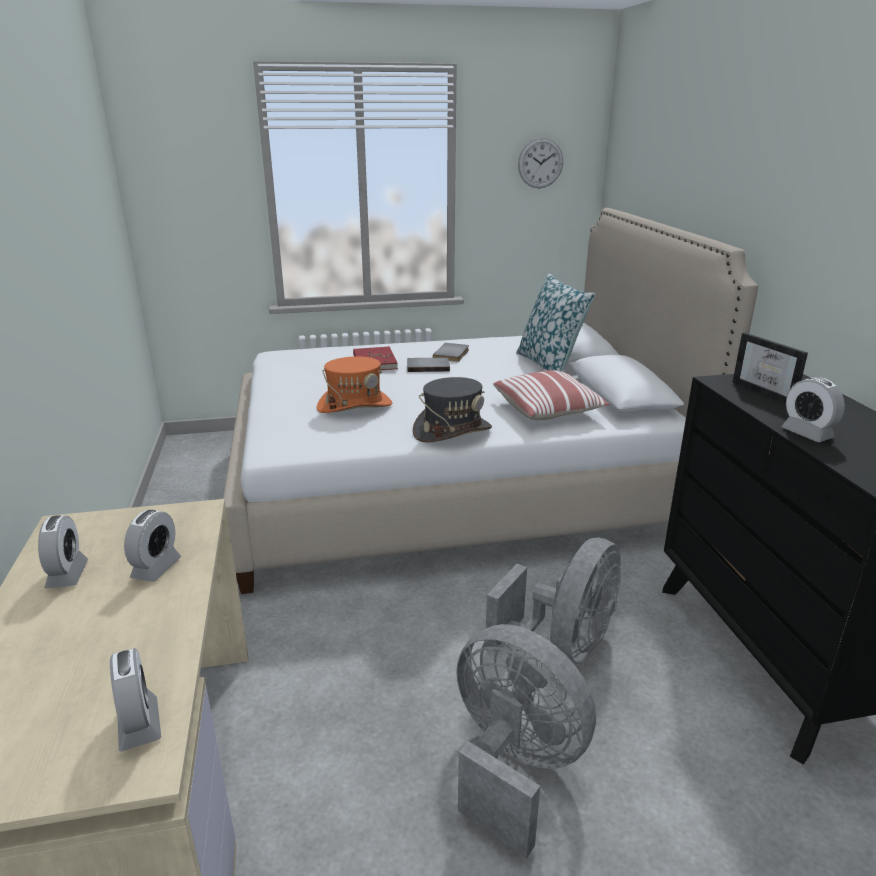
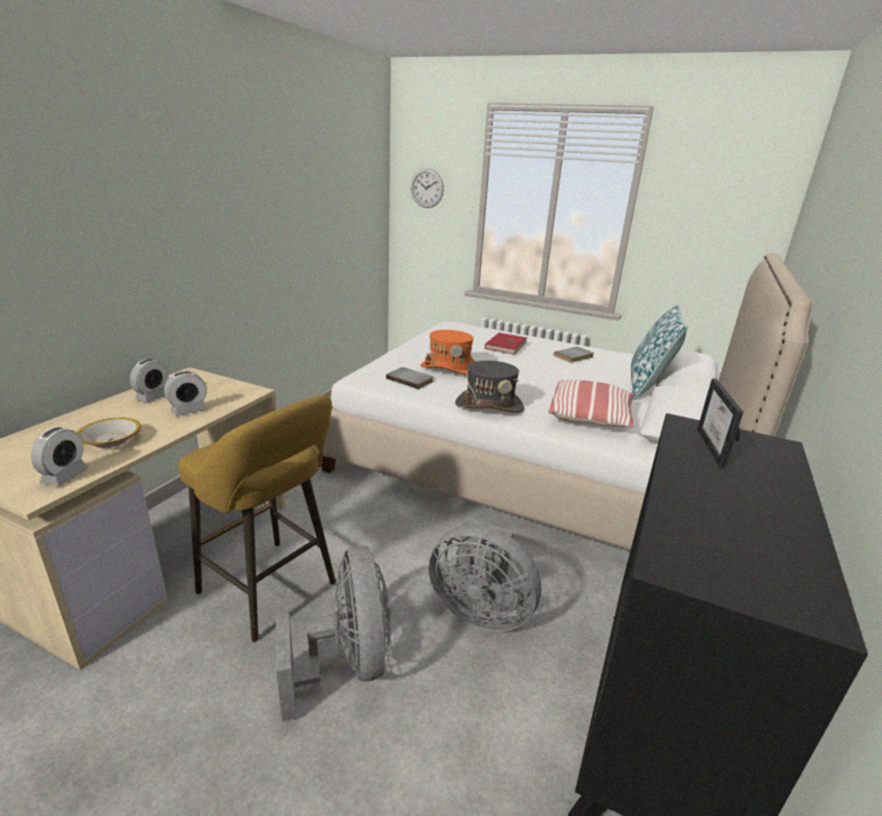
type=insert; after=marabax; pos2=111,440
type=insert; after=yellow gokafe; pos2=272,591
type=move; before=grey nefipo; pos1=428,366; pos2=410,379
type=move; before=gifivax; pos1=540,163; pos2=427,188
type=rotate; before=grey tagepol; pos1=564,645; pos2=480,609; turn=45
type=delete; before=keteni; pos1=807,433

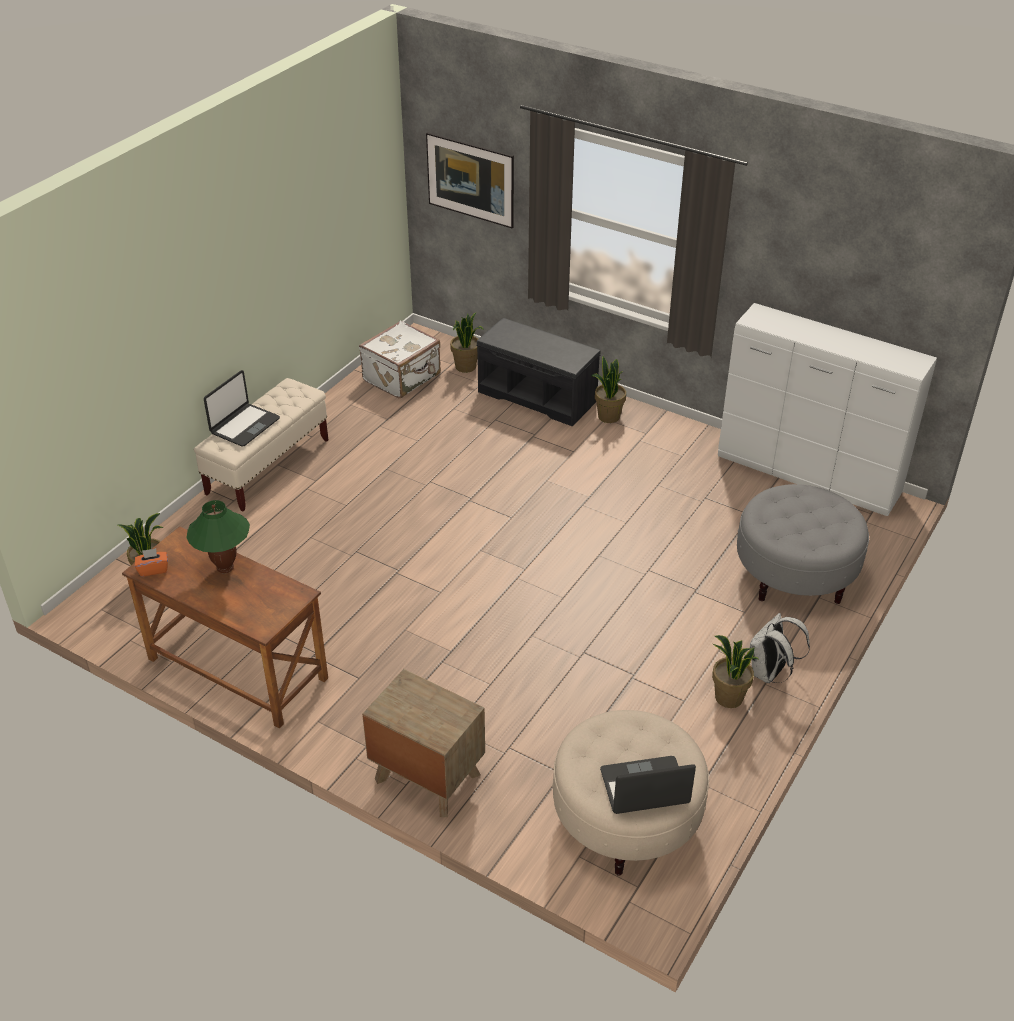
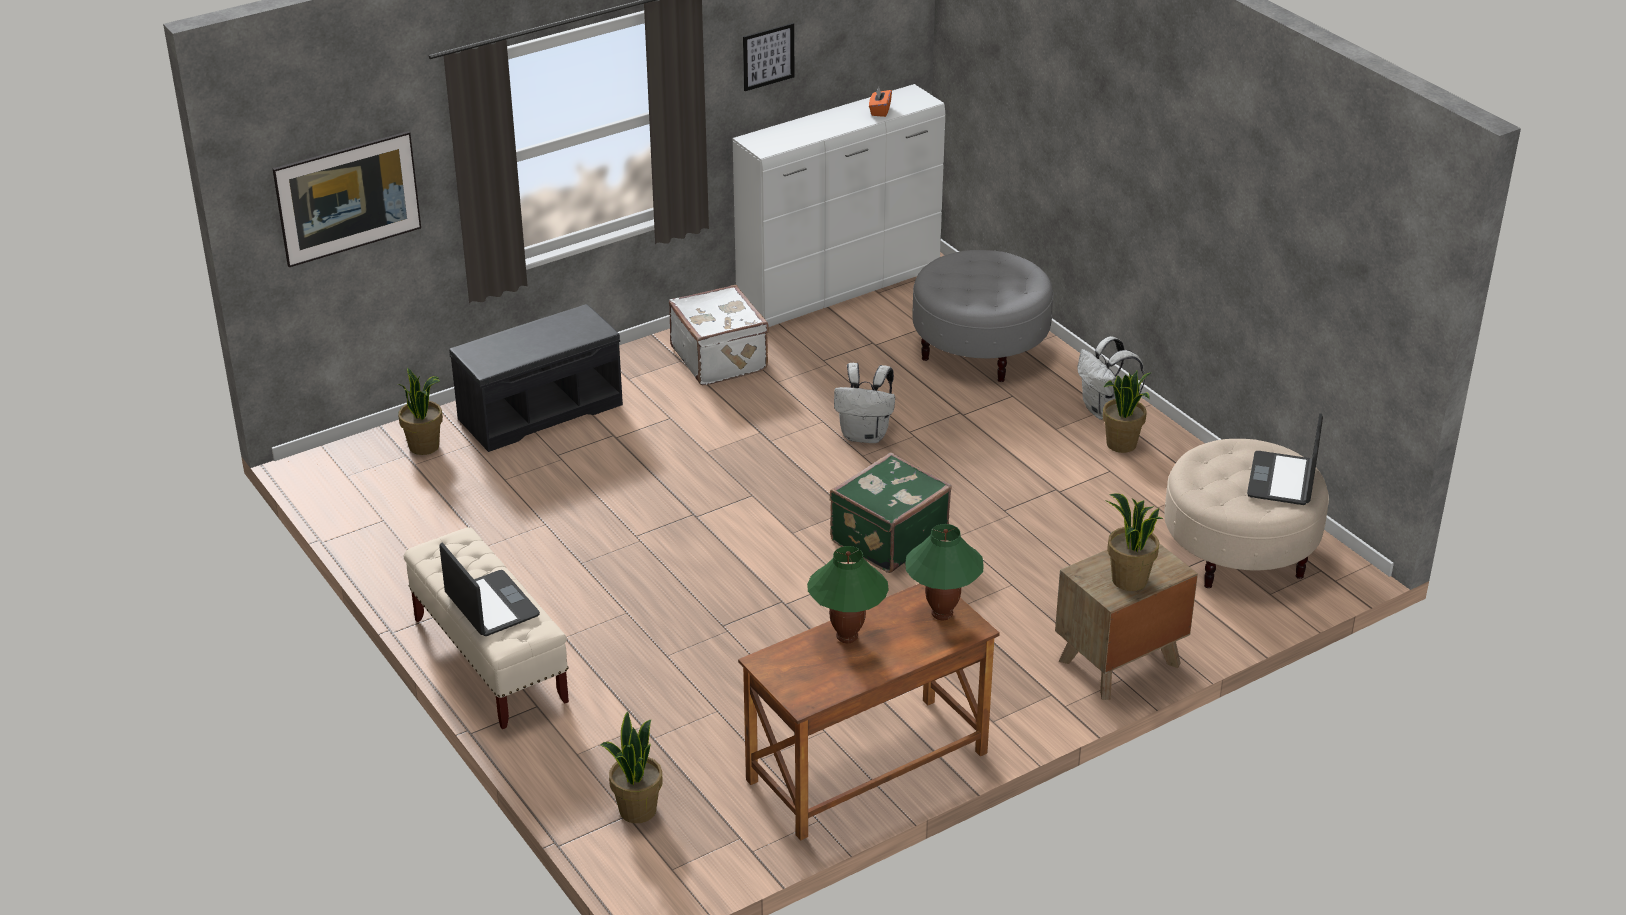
type=move; before=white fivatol; pos1=403,378; pos2=720,358
type=insert; after=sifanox; pos2=768,56
type=insert; after=green fivatol; pos2=887,538
type=insert; after=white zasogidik; pos2=865,435
type=move; before=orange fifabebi; pos1=153,569; pos2=880,111
type=insert; after=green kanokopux; pos2=941,614
type=move; before=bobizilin; pos1=608,416; pos2=1129,580

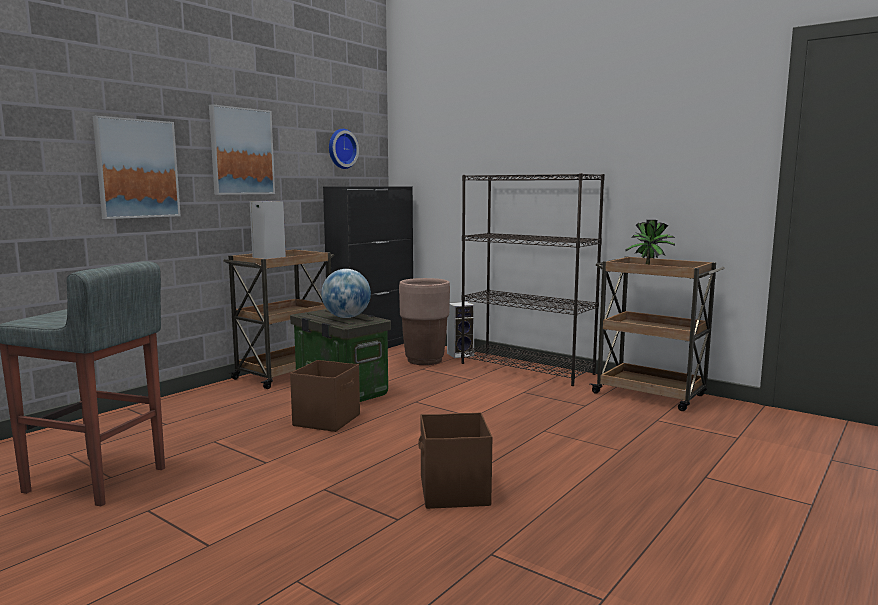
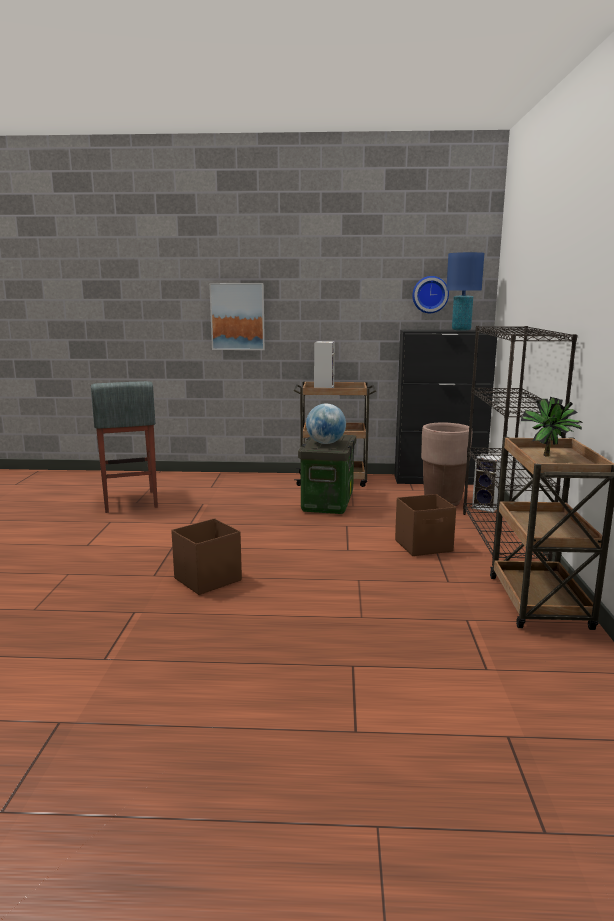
type=move; before=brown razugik; pos1=327,420; pos2=424,546
type=insert; after=blue kanokopux; pos2=461,330
type=delete; before=sifanox; pos1=241,151

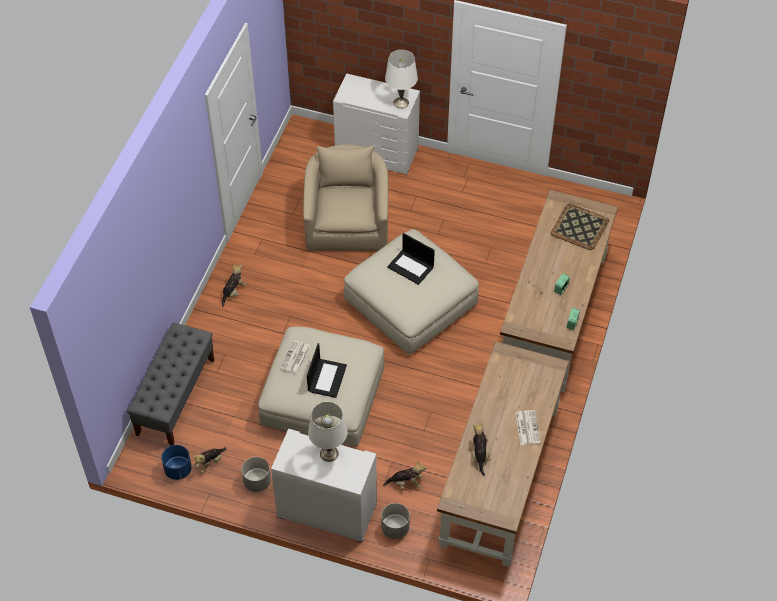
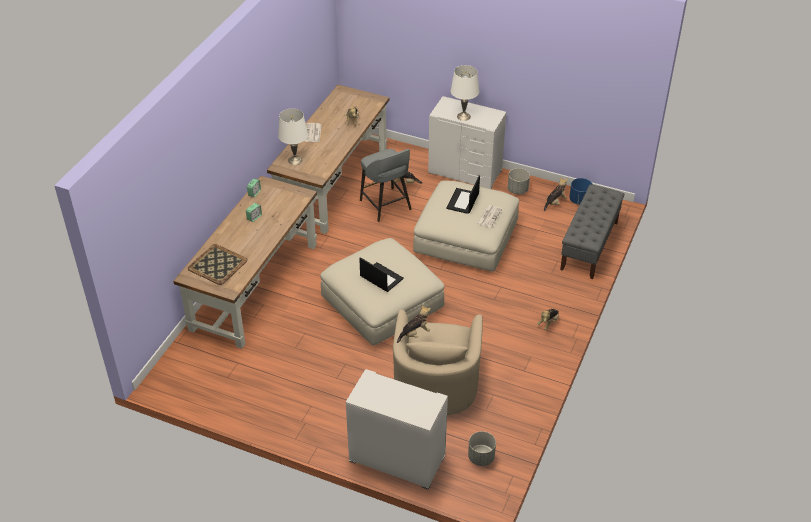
type=move; before=white kanokopux; pos1=401,103; pos2=295,160
type=insert; after=grey gokafe; pos2=386,206
type=insert; after=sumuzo; pos2=415,334
type=move; before=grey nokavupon; pos1=395,528; pos2=481,457

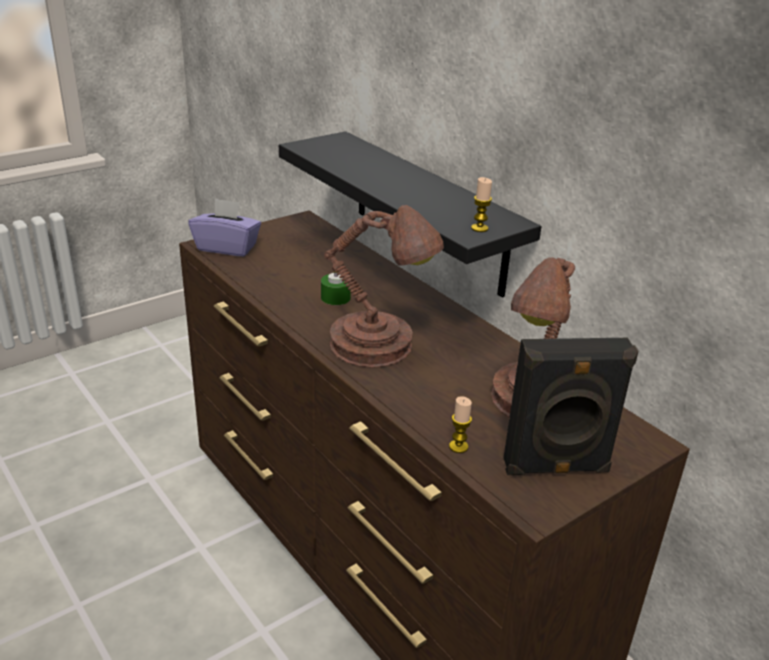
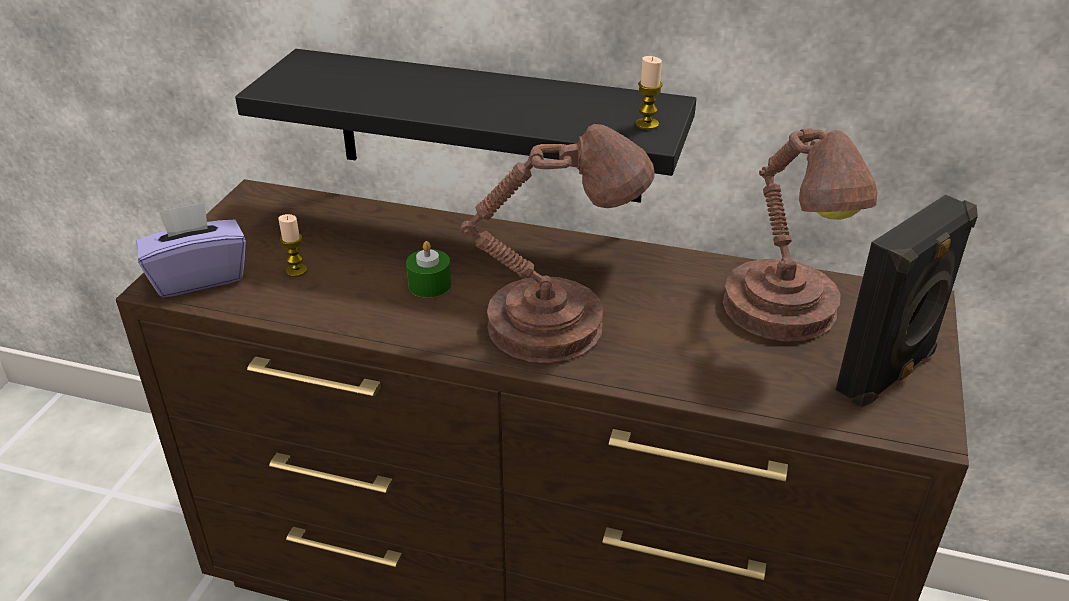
type=move; before=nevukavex; pos1=458,447; pos2=296,271

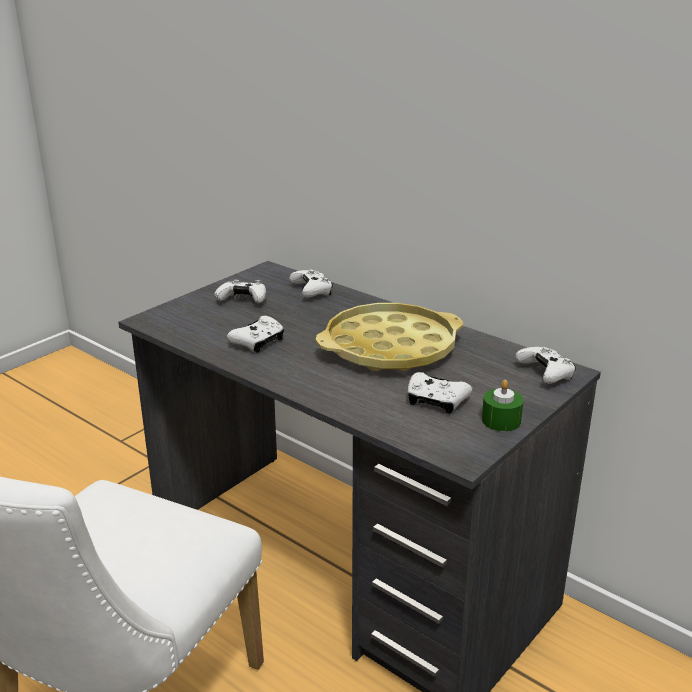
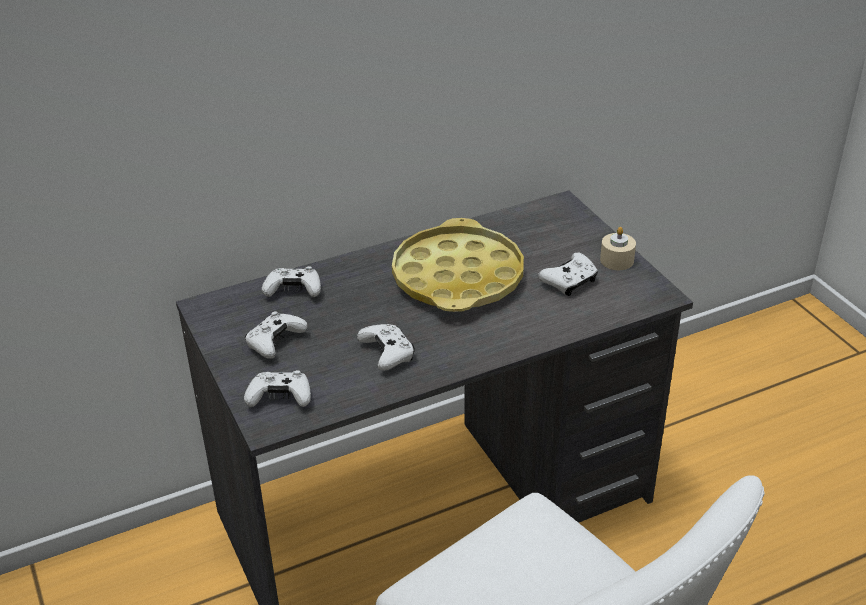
type=move; before=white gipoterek; pos1=546,373; pos2=280,398
type=recolor; before=green nevukavex; after=beige nevukavex; pos1=501,420; pos2=617,260

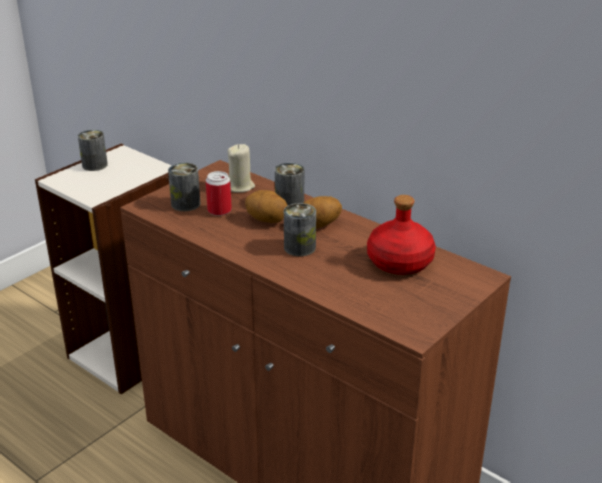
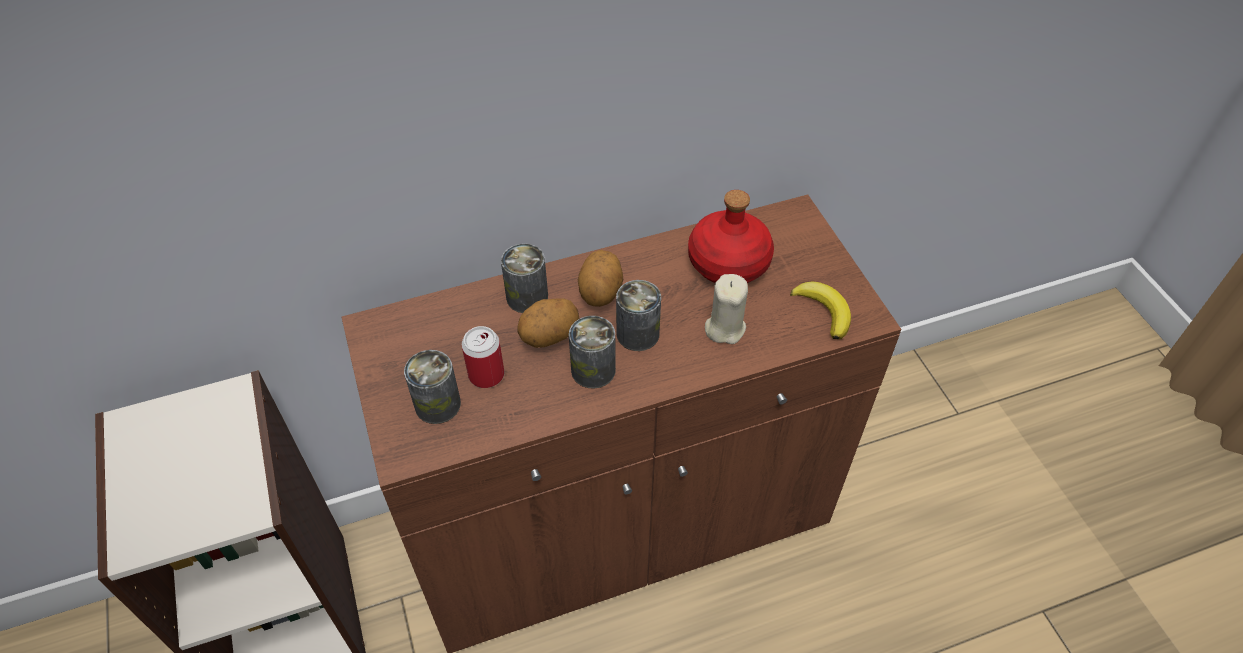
type=move; before=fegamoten; pos1=94,165; pos2=593,370
type=move; before=beige nevukavex; pos1=240,187; pos2=724,328
type=insert; after=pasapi; pos2=824,311

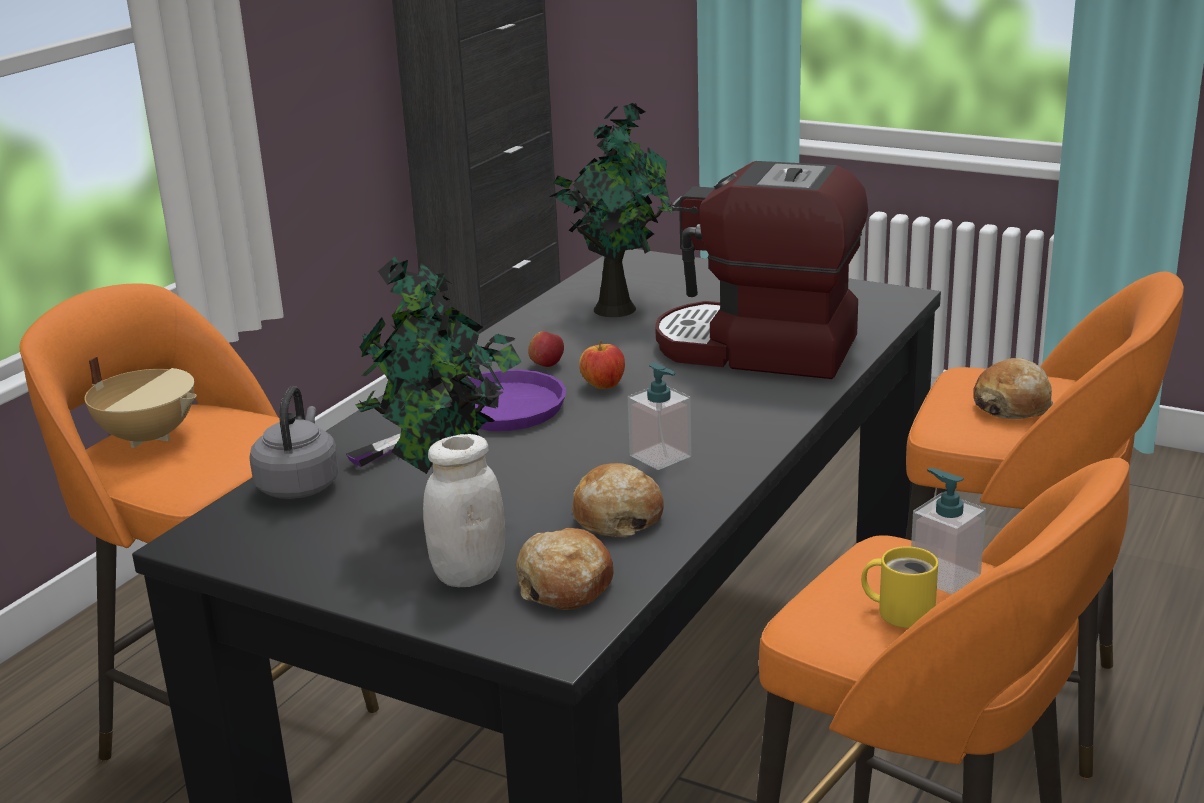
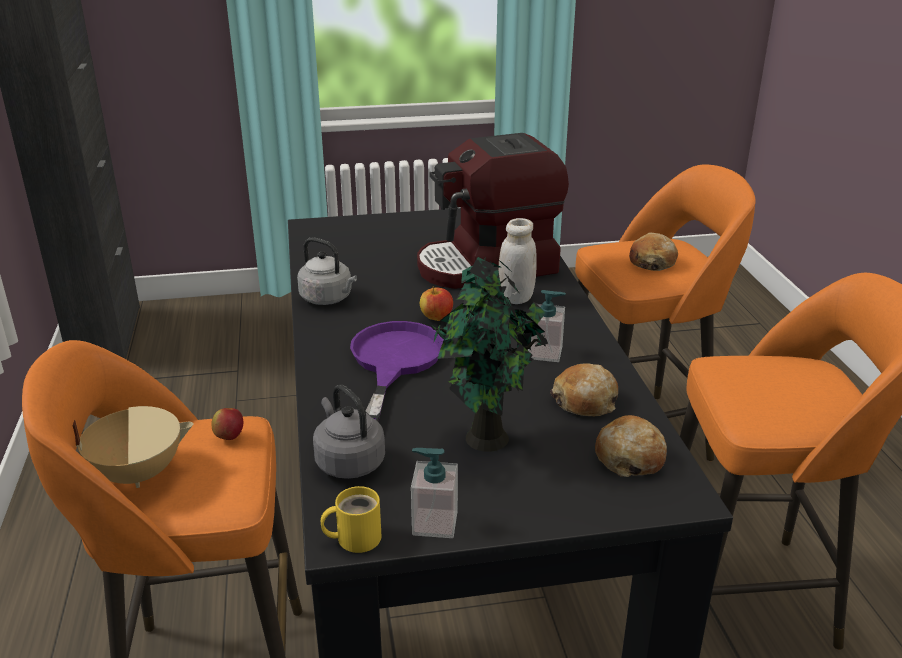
type=move; before=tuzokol; pos1=547,365; pos2=229,436
type=insert; after=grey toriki; pos2=328,298
type=move; before=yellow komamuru; pos1=901,611; pos2=354,537
type=move; before=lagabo; pos1=944,576; pos2=434,523
type=move; before=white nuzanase; pos1=468,575; pos2=516,297
type=delete; before=bobizilin; pos1=617,308

